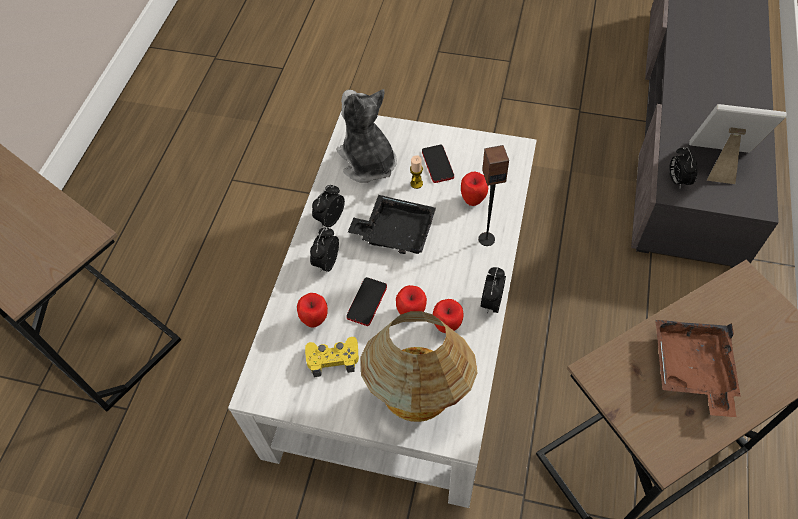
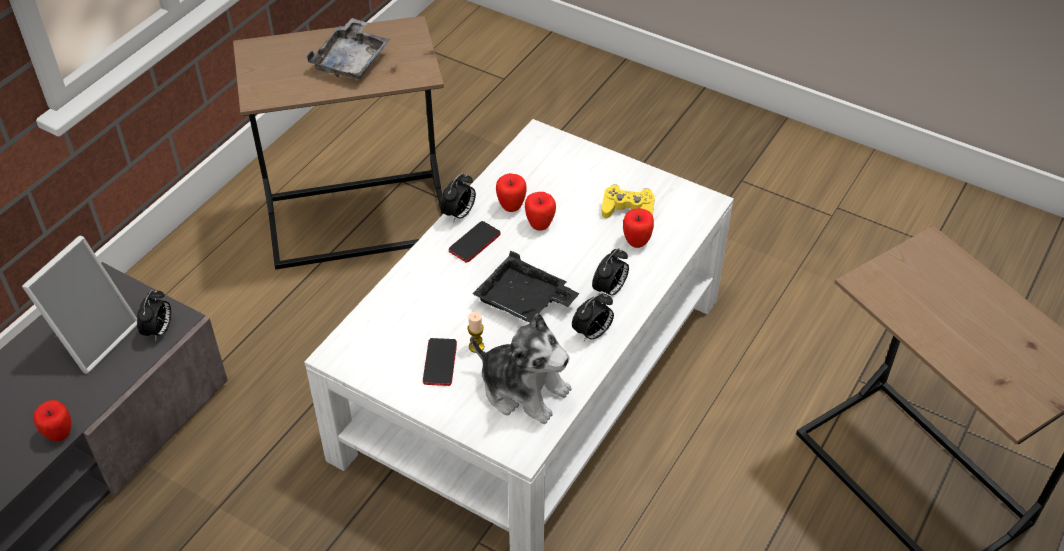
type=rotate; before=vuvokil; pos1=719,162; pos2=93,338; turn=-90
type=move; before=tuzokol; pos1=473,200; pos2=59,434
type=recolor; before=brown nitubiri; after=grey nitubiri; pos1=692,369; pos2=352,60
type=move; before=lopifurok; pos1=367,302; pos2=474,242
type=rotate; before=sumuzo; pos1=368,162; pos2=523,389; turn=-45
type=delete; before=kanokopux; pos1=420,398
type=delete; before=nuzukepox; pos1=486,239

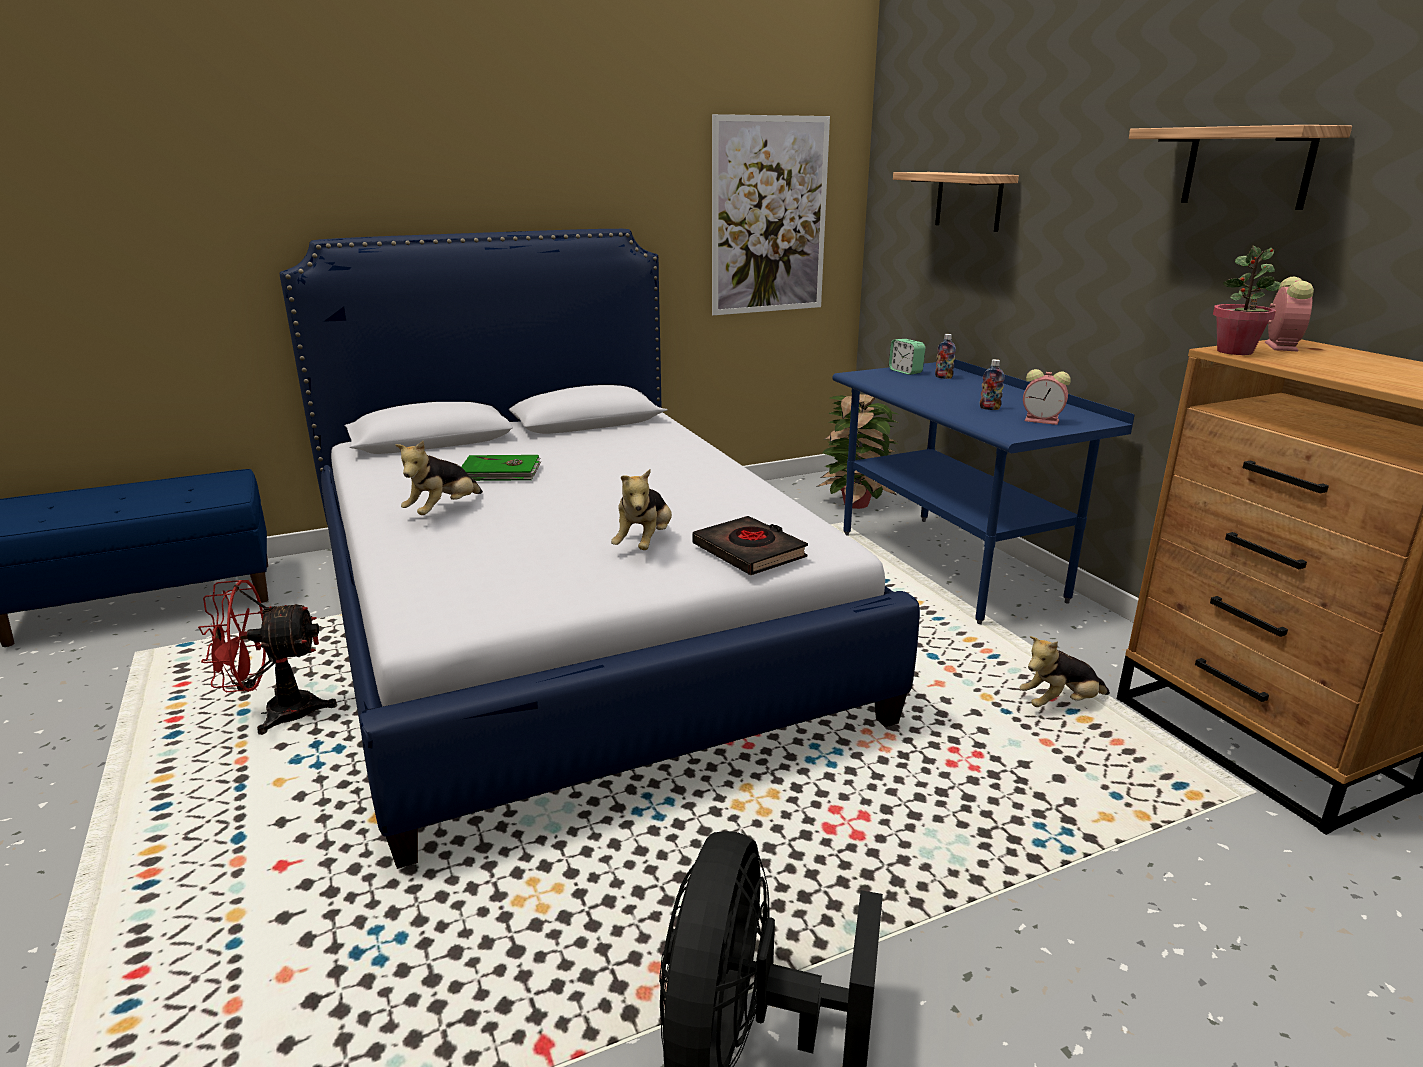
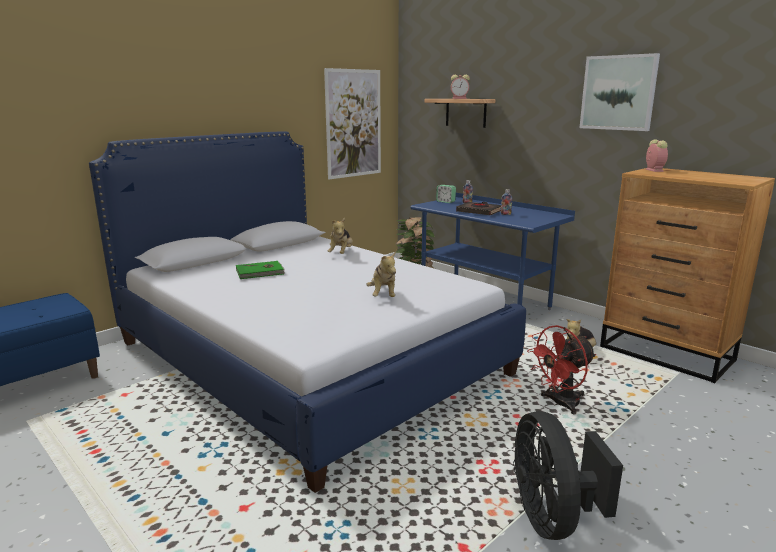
type=move; before=sumuzo; pos1=443,511; pos2=341,253
type=move; before=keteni; pos1=1043,421; pos2=460,98
type=move; before=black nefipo; pos1=749,552; pos2=479,212
type=move; before=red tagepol; pos1=277,713; pos2=560,404
type=replace; before=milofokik; after=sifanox; pos1=1247,167; pos2=618,93
type=delete; before=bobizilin; pos1=1235,351

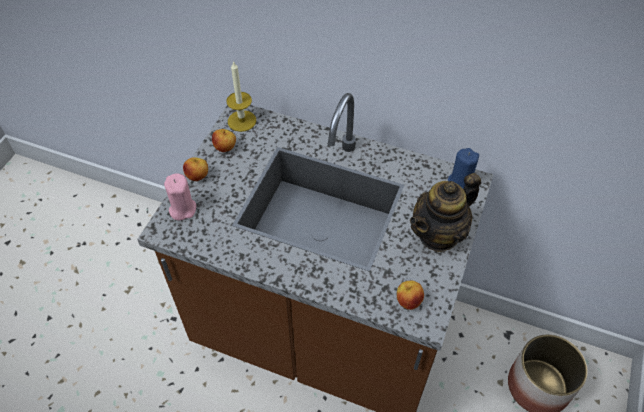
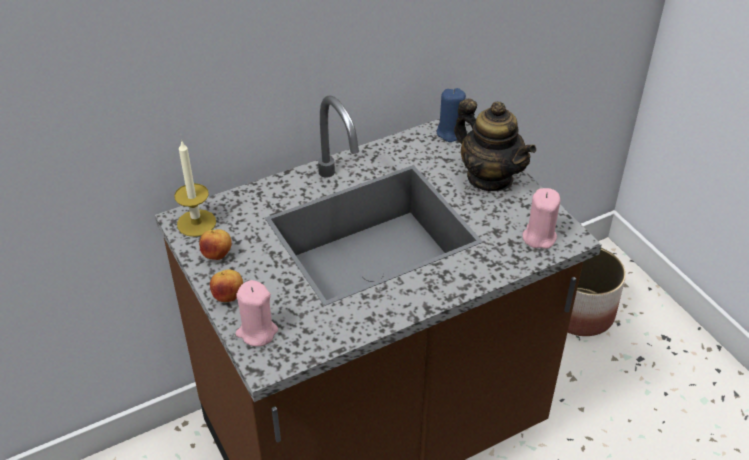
type=rotate; before=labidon; pos1=438,234; pos2=490,177; turn=-45
type=replace; before=tuzokol; after=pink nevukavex; pos1=408,301; pos2=539,237

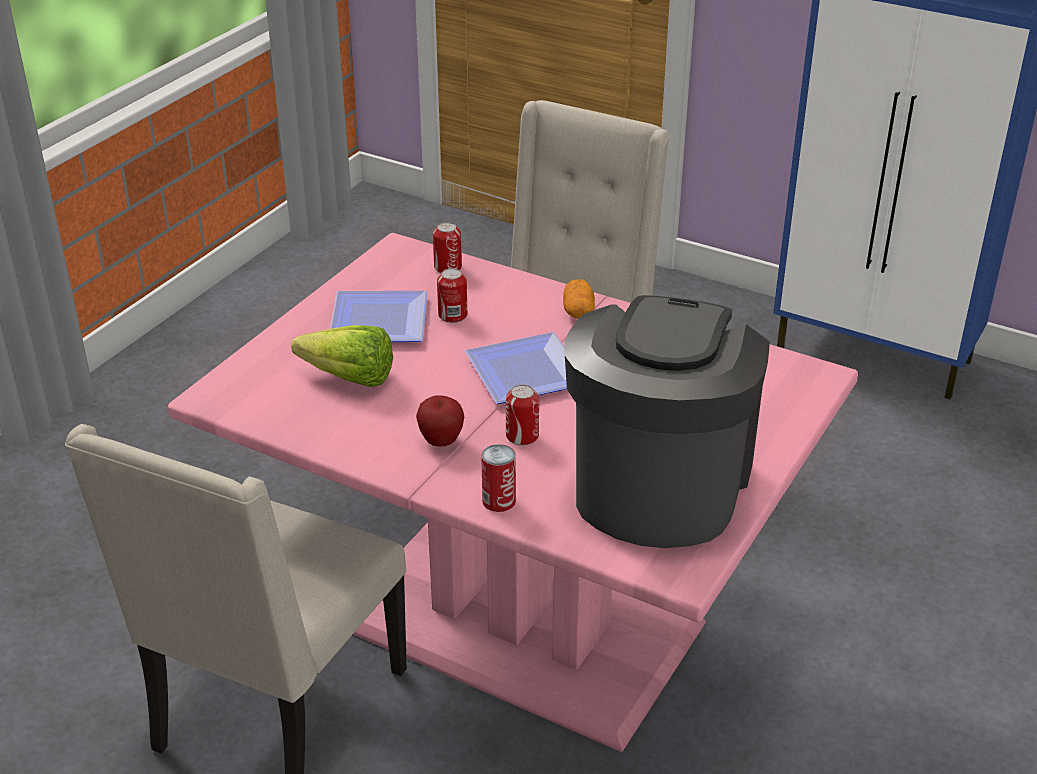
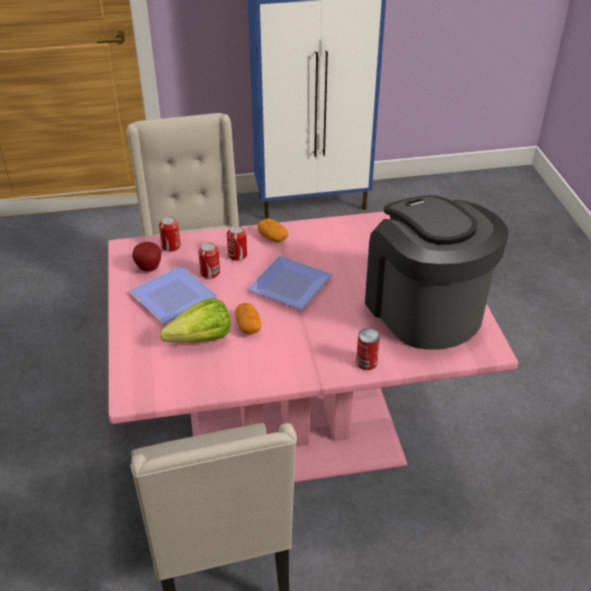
type=move; before=tuzokol; pos1=441,441; pos2=149,268
type=move; before=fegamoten; pos1=522,436; pos2=237,255
type=insert; after=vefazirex; pos2=248,326

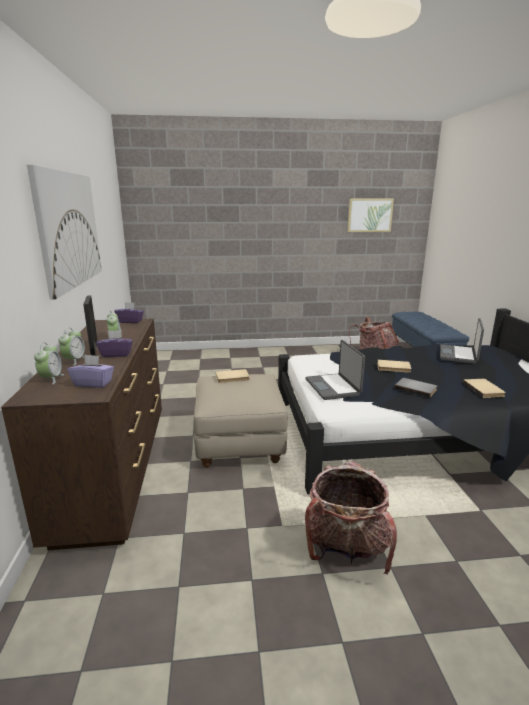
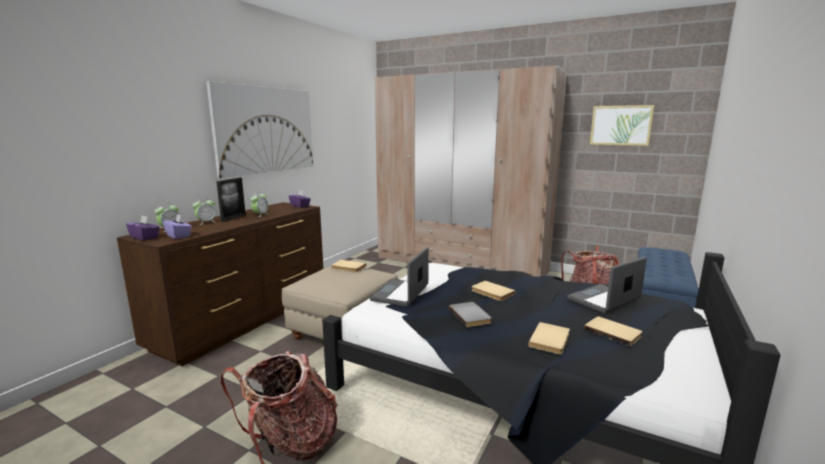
type=move; before=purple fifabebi; pos1=116,354; pos2=145,238
type=insert; after=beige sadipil; pos2=459,264
type=insert; after=beige nefipo; pos2=613,332

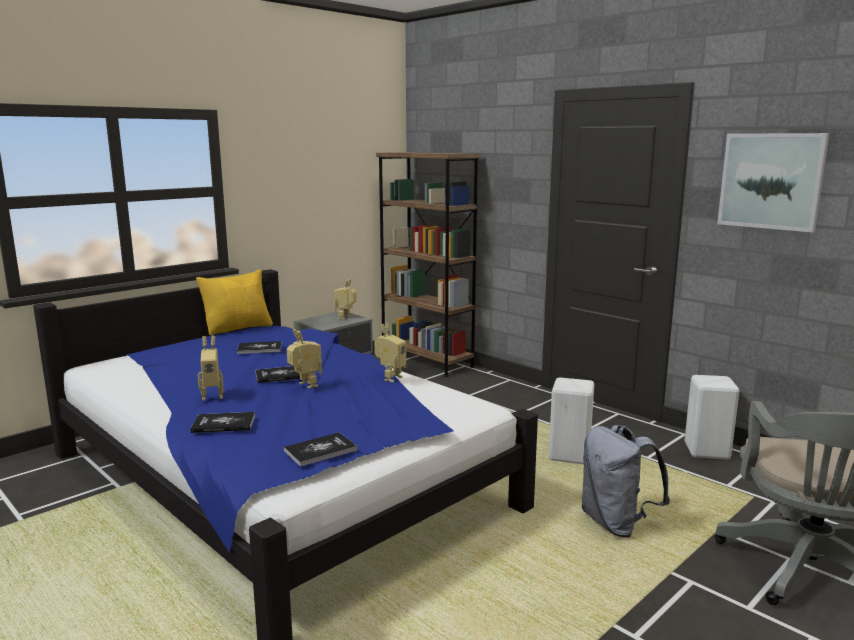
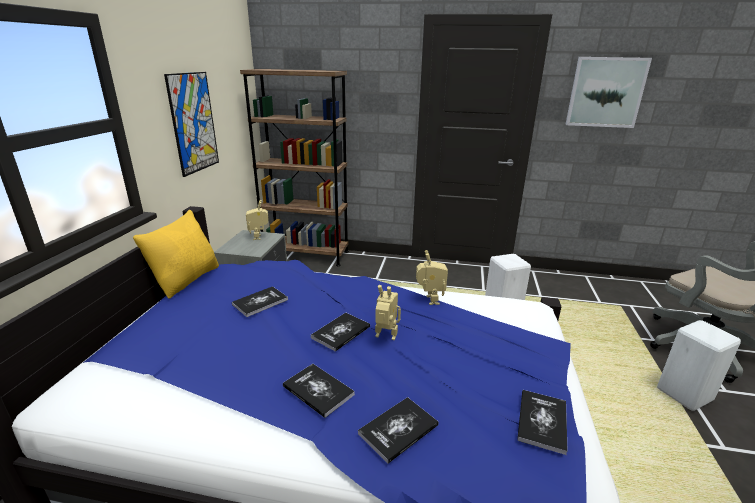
type=insert; after=sifanox; pos2=193,123
type=replace; before=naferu; after=nefipo; pos1=212,396; pos2=318,390
type=move; before=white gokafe; pos1=708,452; pos2=686,395
type=delete; before=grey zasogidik; pos1=616,523

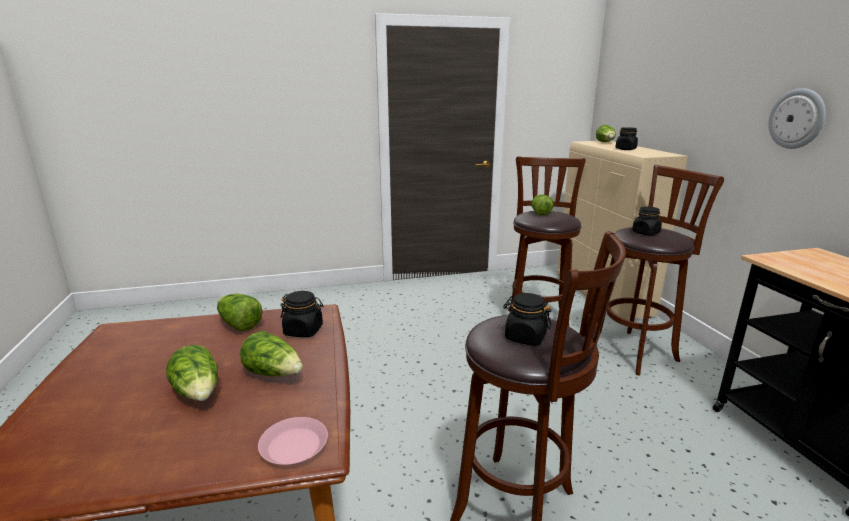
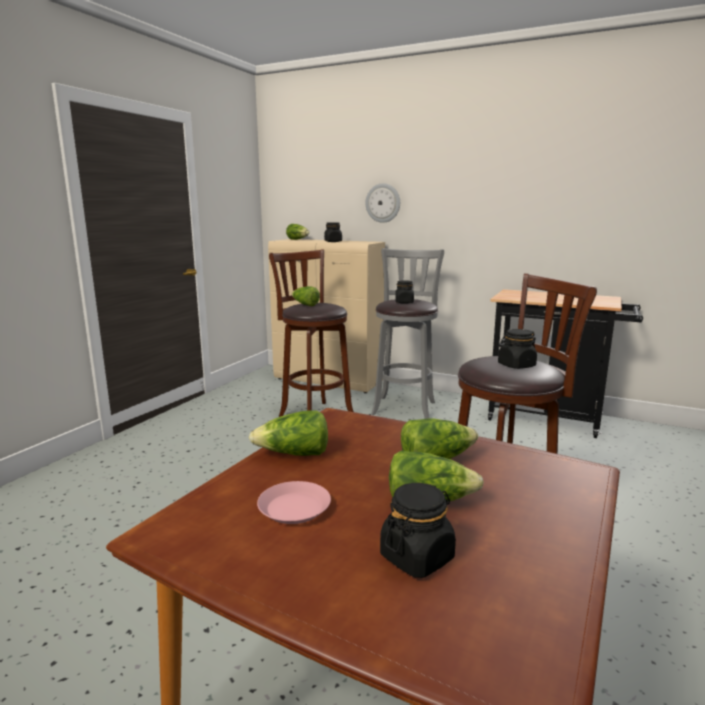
type=move; before=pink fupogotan; pos1=294,446; pos2=294,508
type=move; before=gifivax; pos1=797,119; pos2=383,203
type=recolor; before=brown gokafe; after=grey gokafe; pos1=636,351; pos2=404,407
type=move; before=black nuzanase; pos1=303,331; pos2=417,557

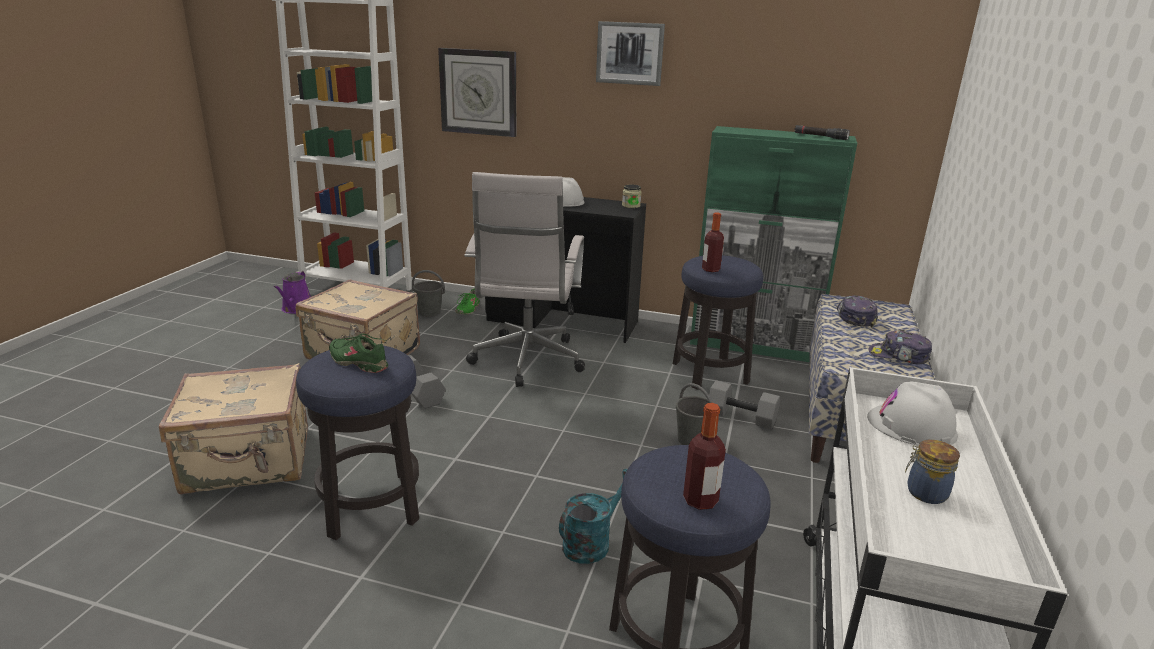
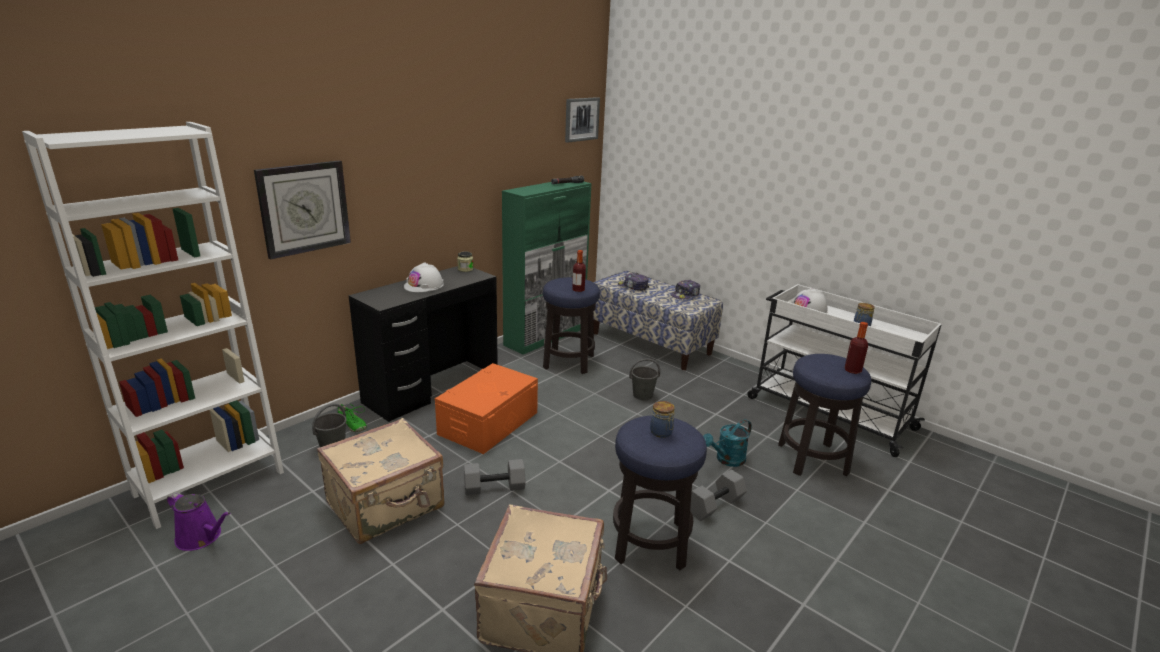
type=replace; before=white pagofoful; after=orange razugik; pos1=526,362; pos2=488,423
type=move; before=sifanox; pos1=630,53; pos2=581,119
type=replace; before=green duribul; after=nuzanase; pos1=359,362; pos2=661,433
type=move; before=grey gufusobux; pos1=742,416; pos2=714,504
type=rotate; before=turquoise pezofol; pos1=592,542; pos2=726,460; turn=-105

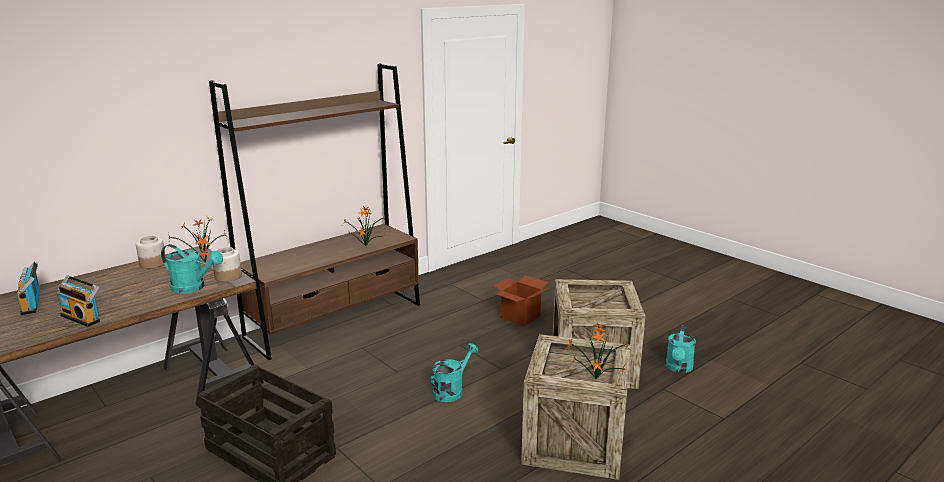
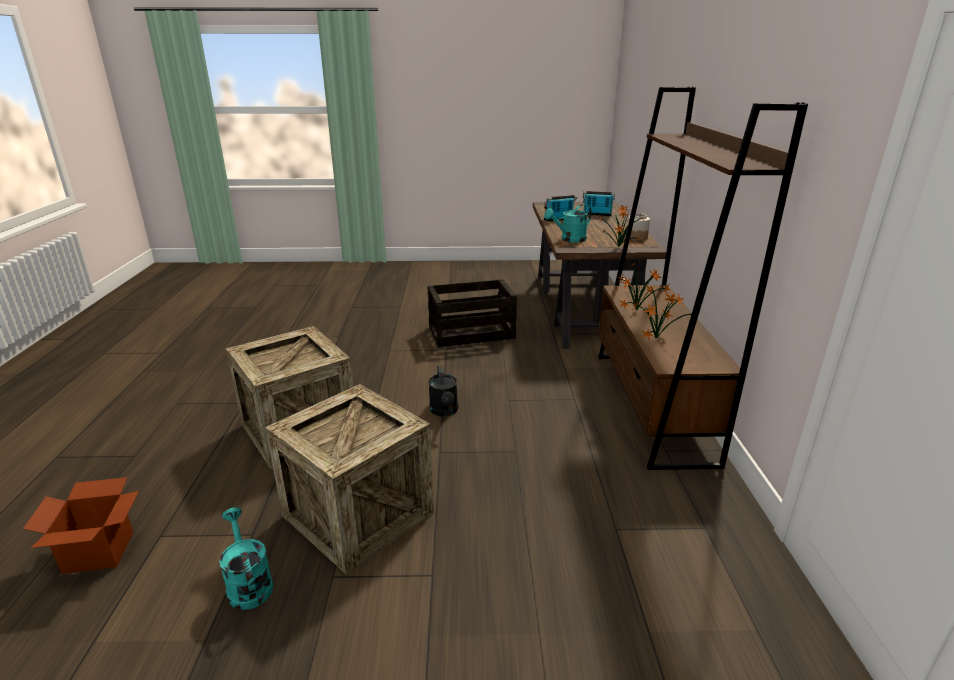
type=move; before=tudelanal; pos1=520,317; pos2=98,552
type=recolor; before=turquoise pezofol; after=black pezofol; pos1=451,390; pos2=444,411
type=move; before=bobizilin; pos1=594,379; pos2=637,310
type=delete; before=nuzanase; pos1=228,276

